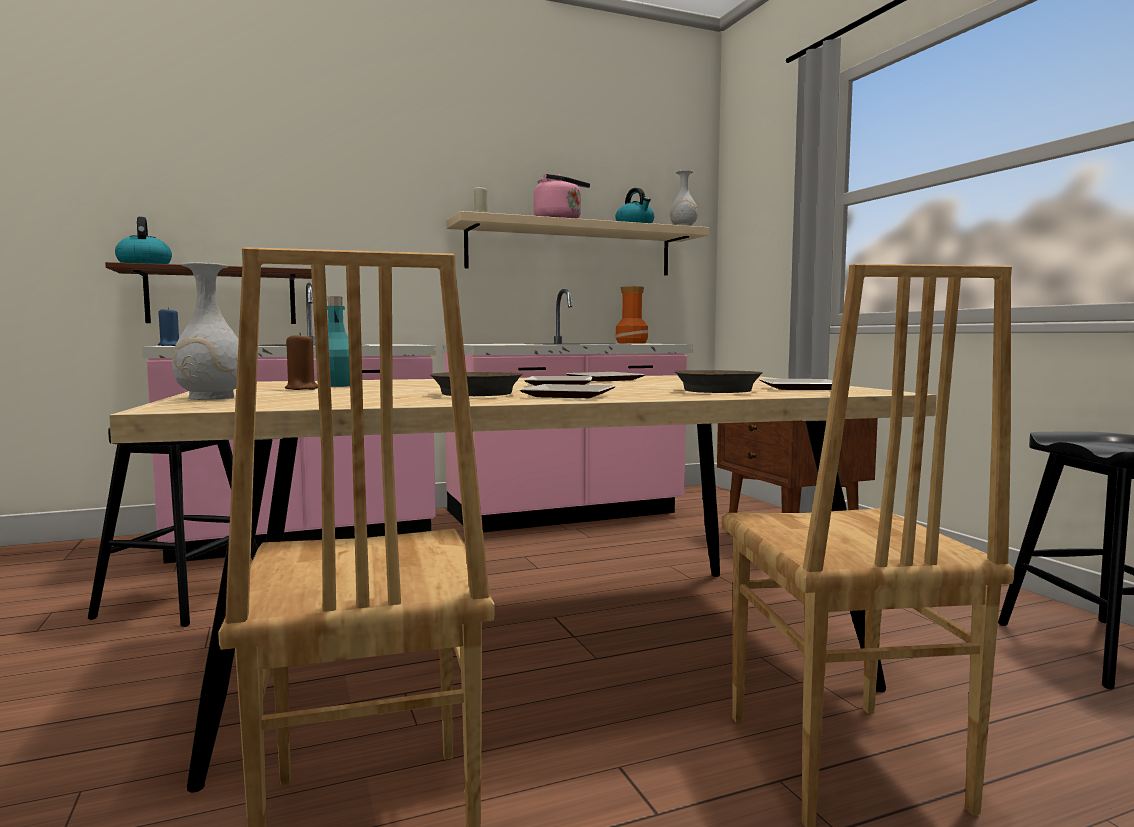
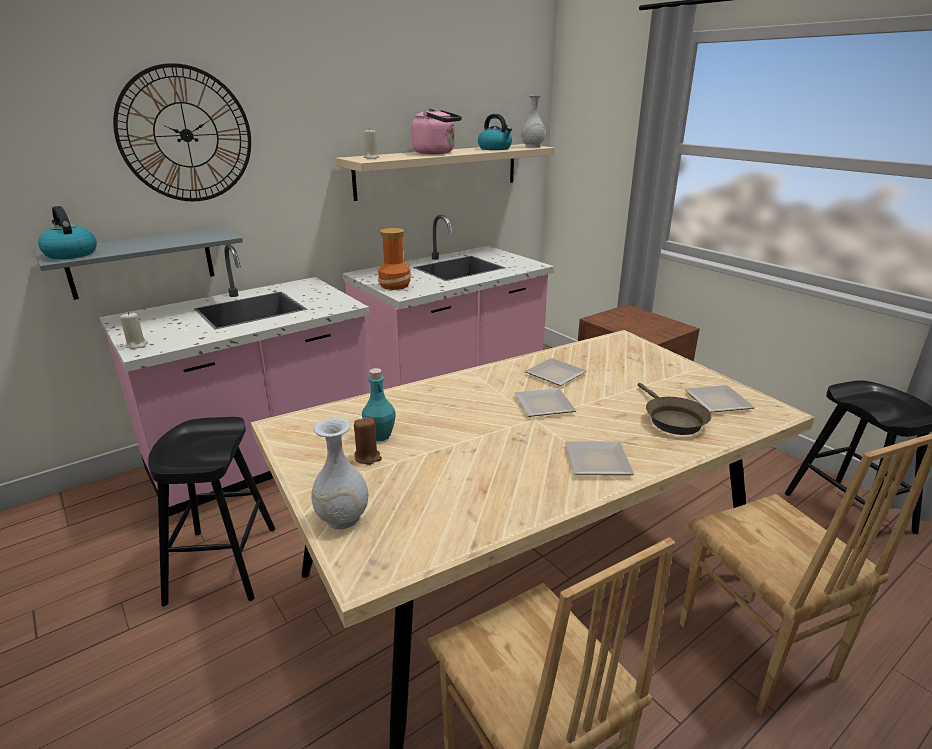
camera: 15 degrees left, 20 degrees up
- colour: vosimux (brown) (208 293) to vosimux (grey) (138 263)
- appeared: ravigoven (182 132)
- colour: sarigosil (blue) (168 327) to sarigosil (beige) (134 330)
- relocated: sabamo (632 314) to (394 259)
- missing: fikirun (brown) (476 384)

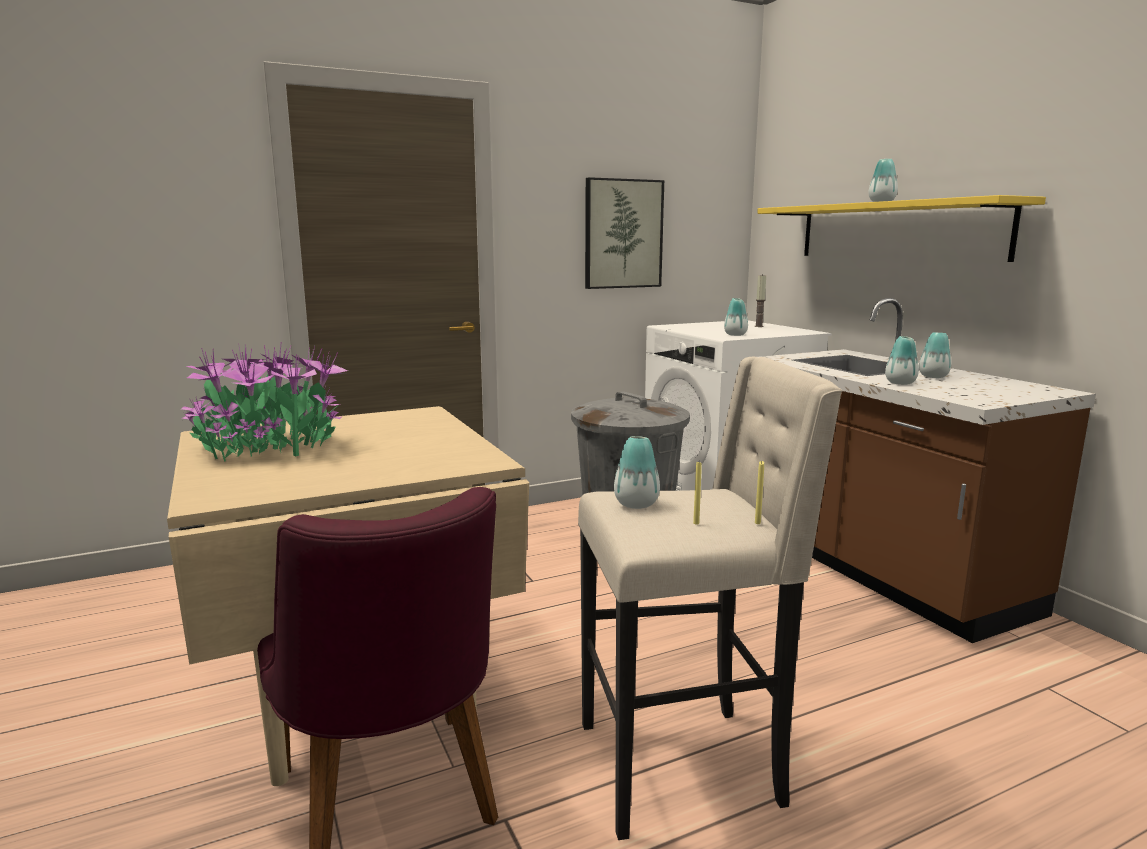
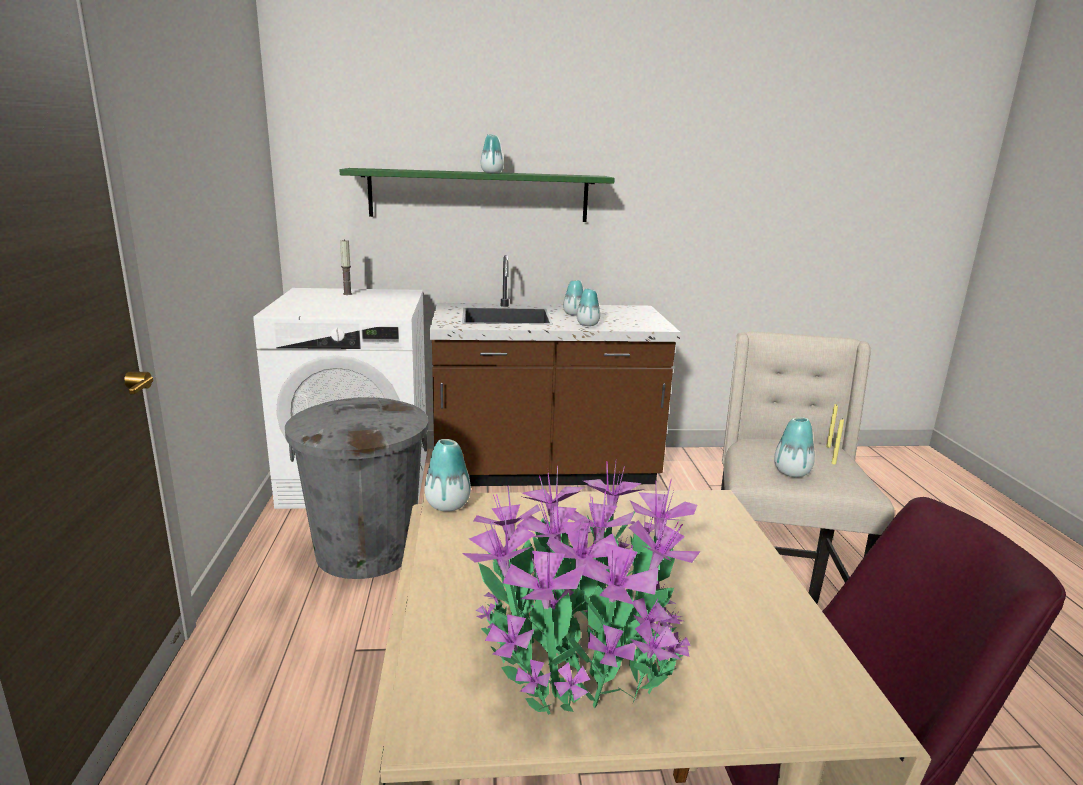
camera: 70 degrees left, 5 degrees up
- colour: vosimux (yellow) (901 228) to vosimux (green) (477 195)
- relocated: sabamo (736 317) to (448 475)
- missing: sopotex (624 233)

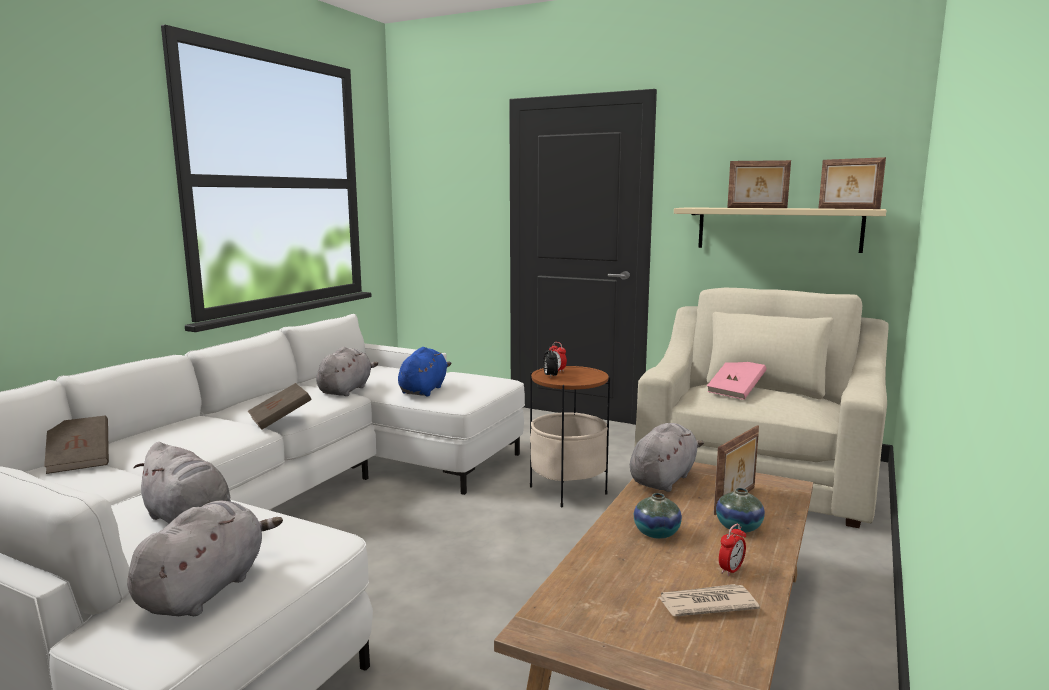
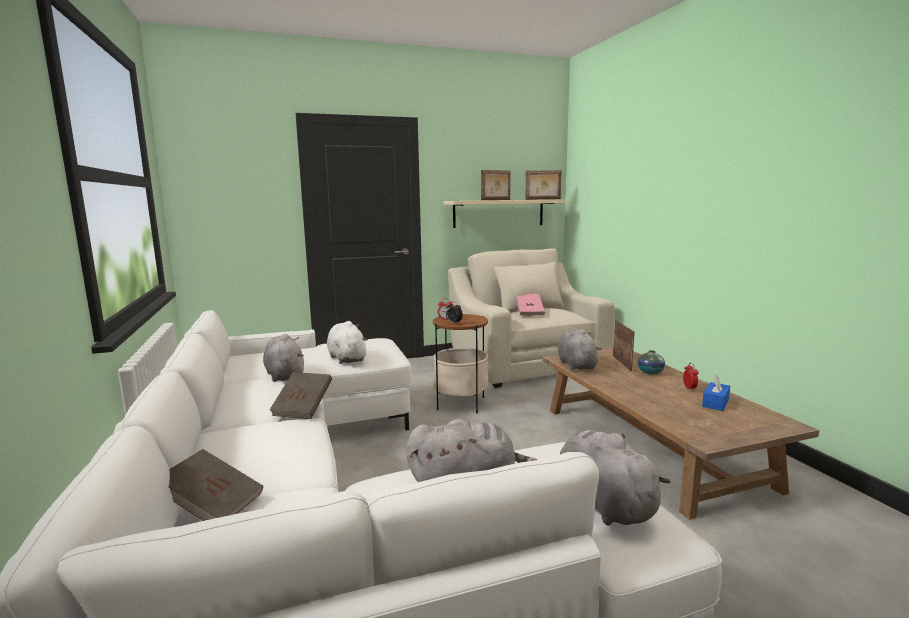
camera: 45 degrees left, 0 degrees up
- colour: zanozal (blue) (424 371) to zanozal (white) (347 342)
- exchanged: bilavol (709 600) to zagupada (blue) (716 392)
- missing: sabamo (658 516)

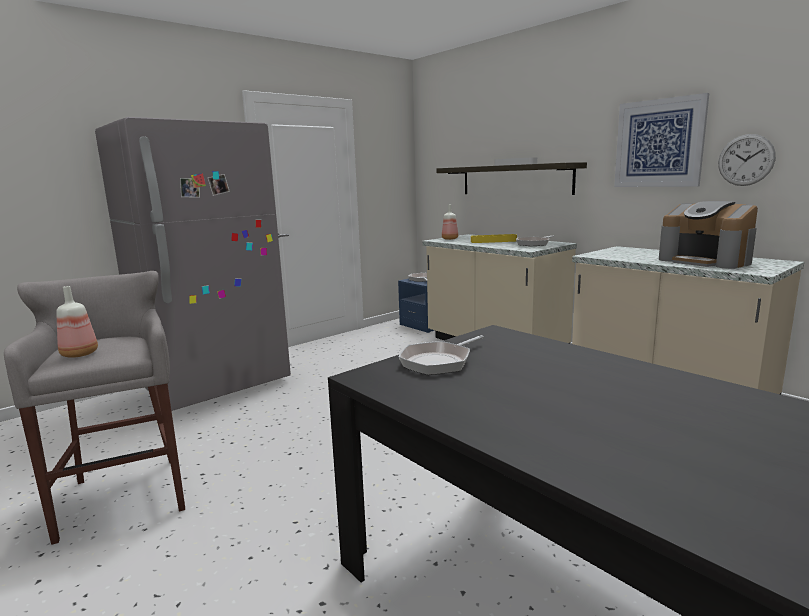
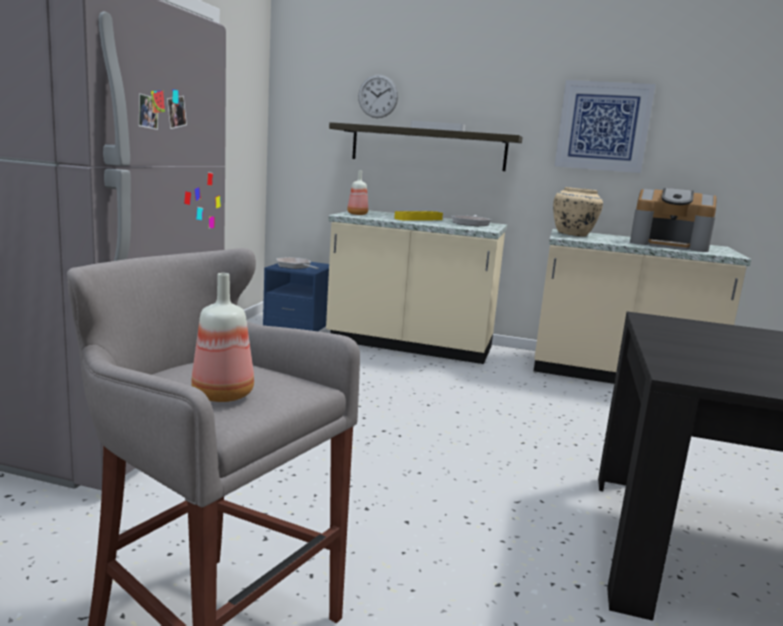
camera: 35 degrees left, 0 degrees up
- relocated: ravigoven (747 160) to (378 96)
- appeared: sabamo (beige) (578 212)
- missing: fikirun (441 355)

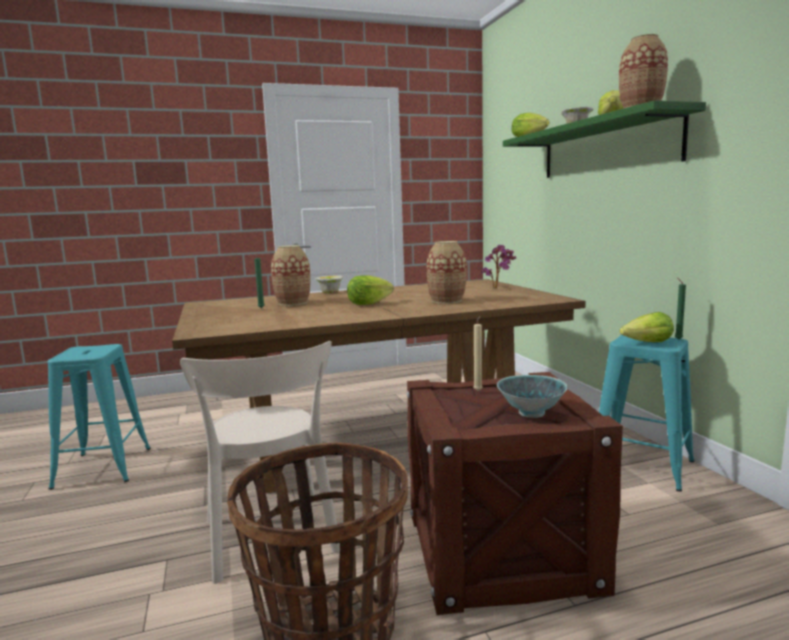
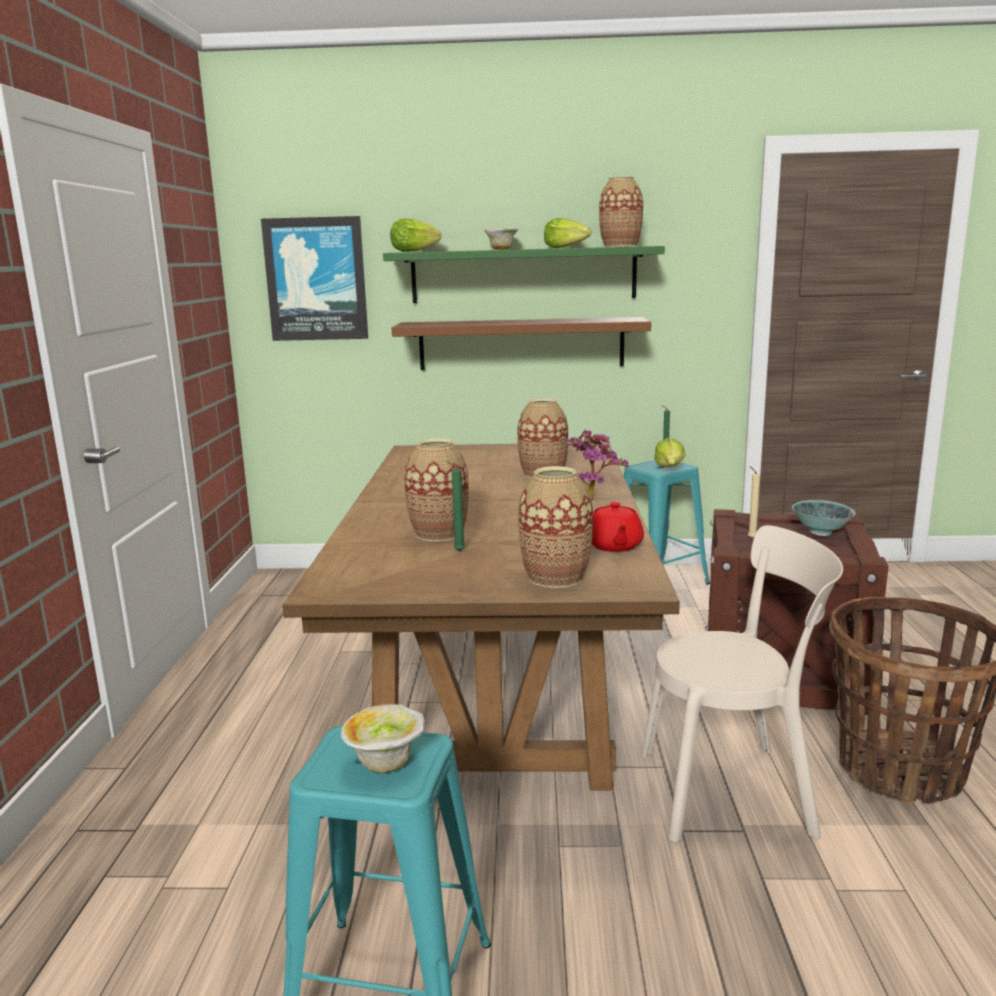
camera: 70 degrees left, 5 degrees up
- appeared: sopotex (314 278)
- relocated: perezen (329 285) to (383 738)
- appeared: vosimux (brown) (521 343)
- appeared: sabamo (555 527)
- relocated: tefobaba (498 266) to (597 465)
- appeared: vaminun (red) (618 527)
- missing: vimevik (370 290)

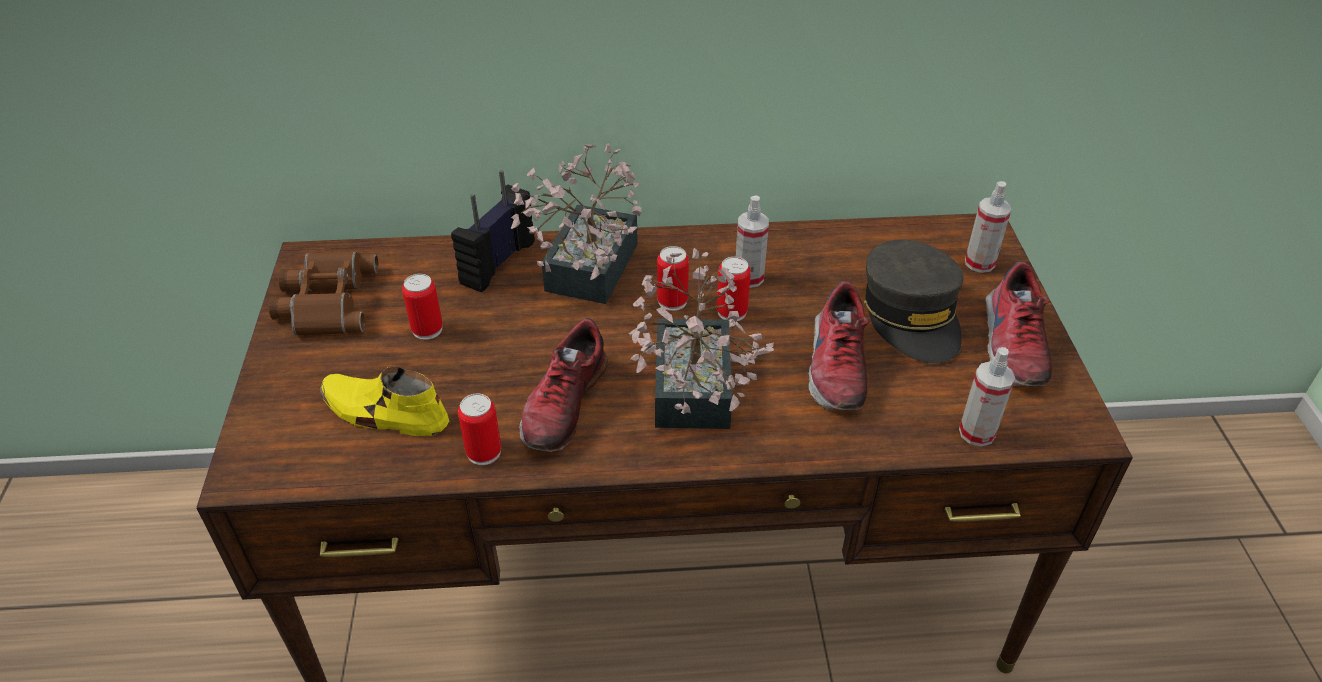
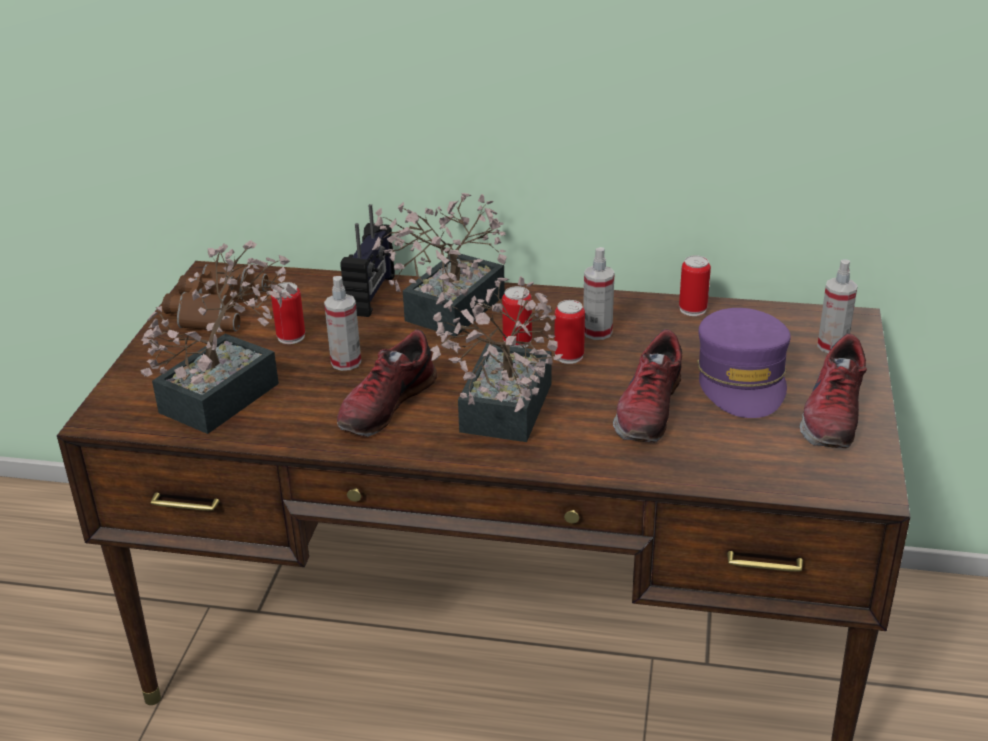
camera: 15 degrees right, 10 degrees down
- exchanged: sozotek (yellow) (384 401) to tefobaba (218 337)
- relocated: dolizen (987 397) to (342 323)
- spun: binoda (493 231) = (367 260) 150 degrees clockwise
- relocated: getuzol (479 429) to (695 285)
- colour: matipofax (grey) (913 301) to matipofax (purple) (744 363)

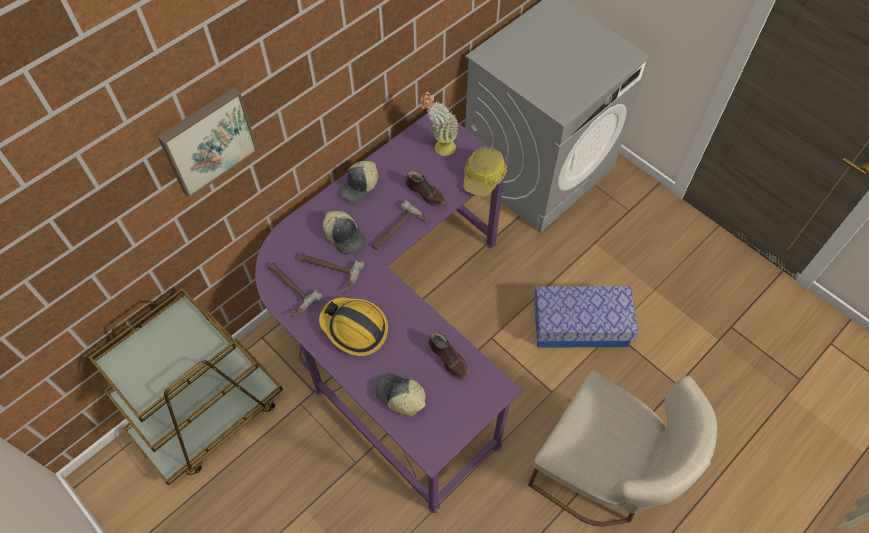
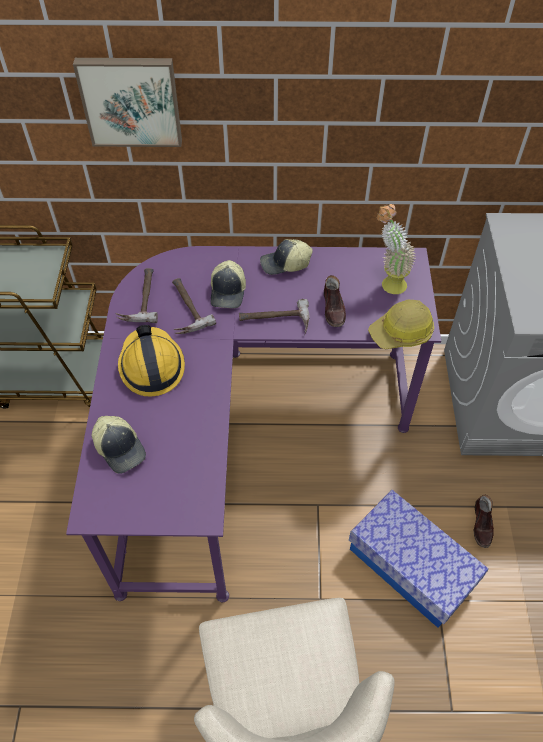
camera: 45 degrees right, 5 degrees down
- spun: matipofax (400 395) = (119 445) 150 degrees clockwise
- relocated: sozotek (brown) (448 355) to (484 521)

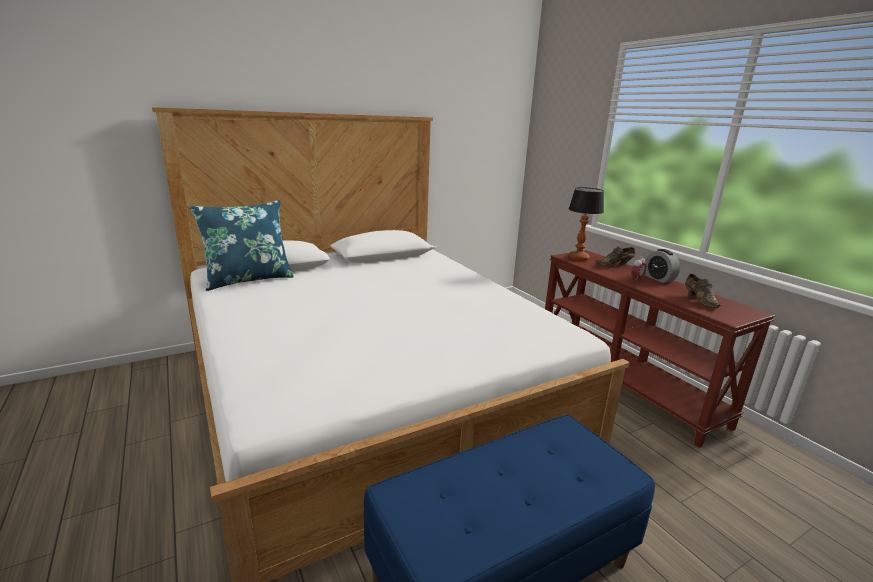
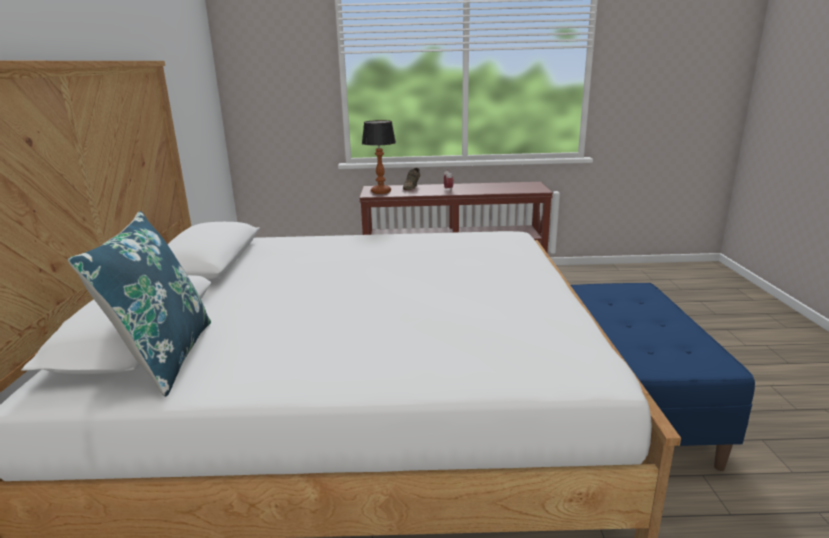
camera: 60 degrees left, 0 degrees up
- missing: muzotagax (662 266)
- missing: sozotek (brown) (703 291)

